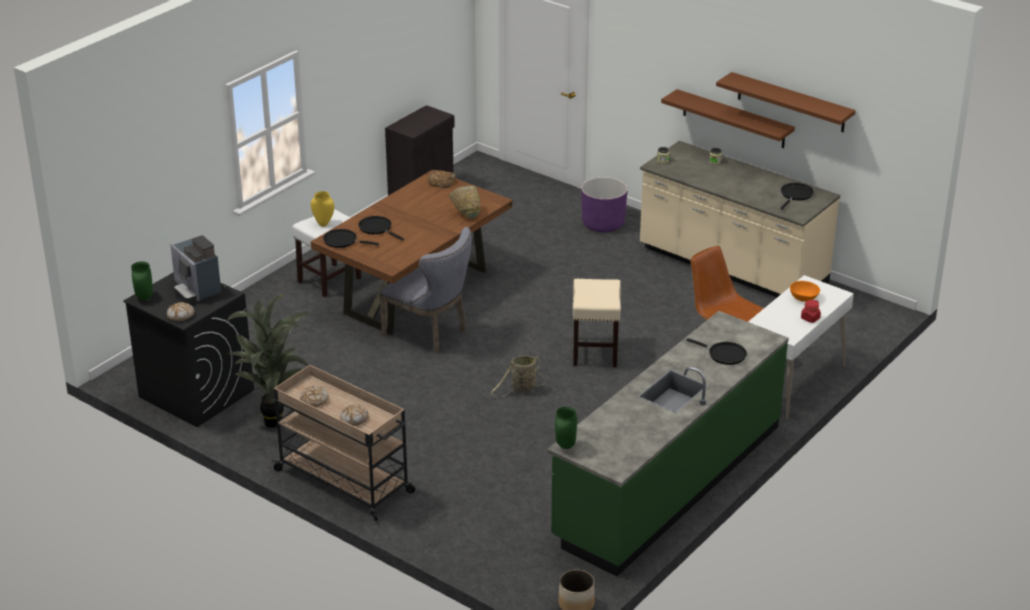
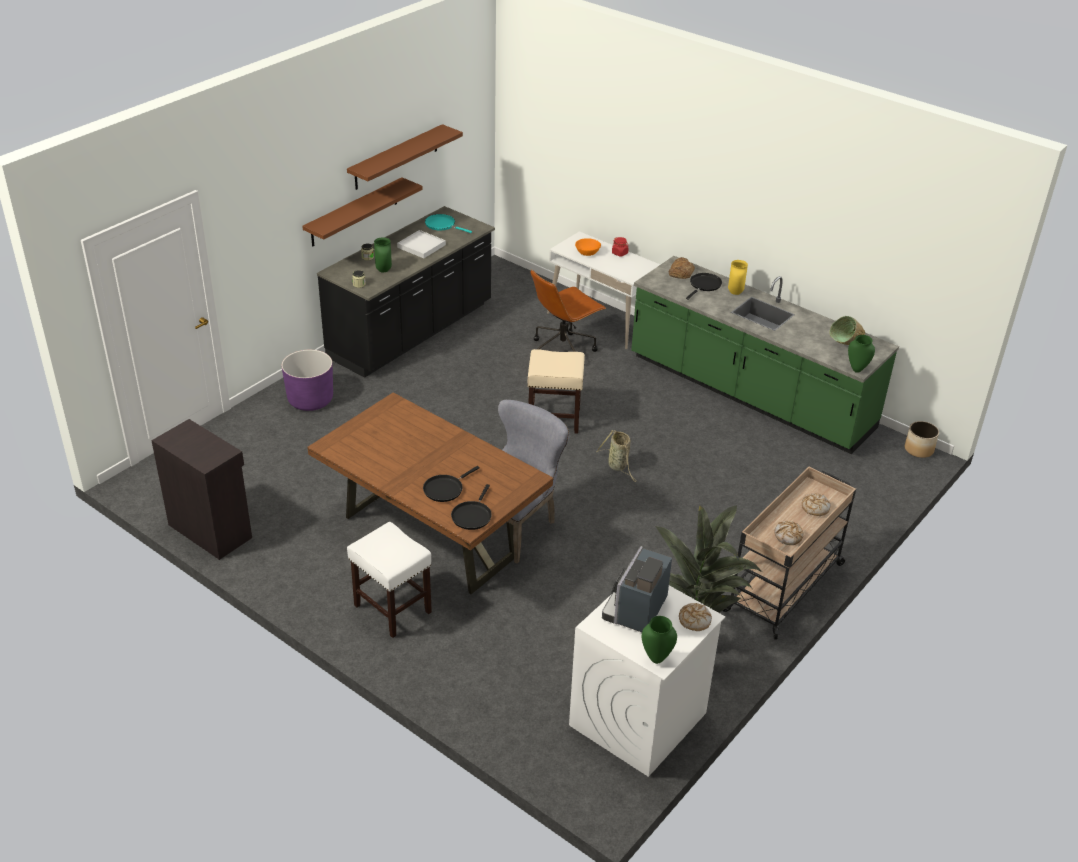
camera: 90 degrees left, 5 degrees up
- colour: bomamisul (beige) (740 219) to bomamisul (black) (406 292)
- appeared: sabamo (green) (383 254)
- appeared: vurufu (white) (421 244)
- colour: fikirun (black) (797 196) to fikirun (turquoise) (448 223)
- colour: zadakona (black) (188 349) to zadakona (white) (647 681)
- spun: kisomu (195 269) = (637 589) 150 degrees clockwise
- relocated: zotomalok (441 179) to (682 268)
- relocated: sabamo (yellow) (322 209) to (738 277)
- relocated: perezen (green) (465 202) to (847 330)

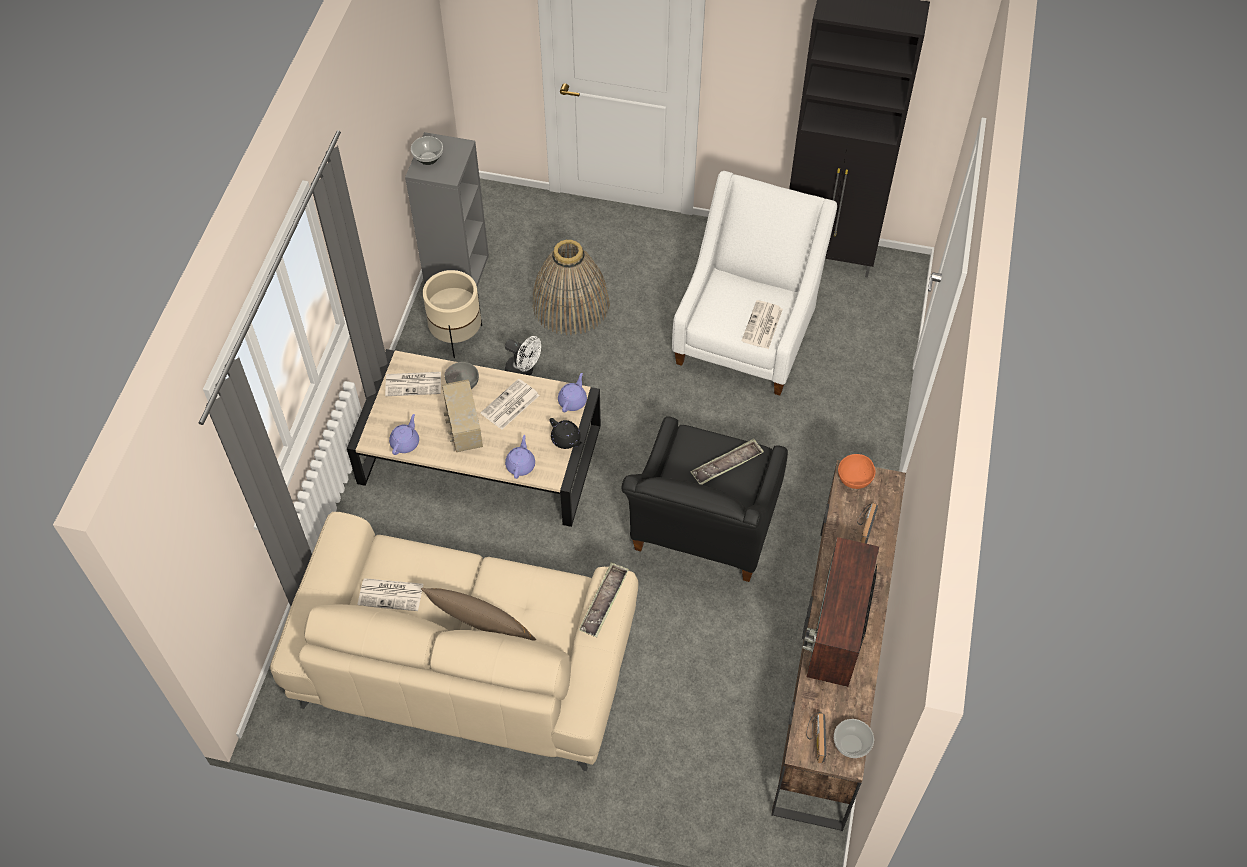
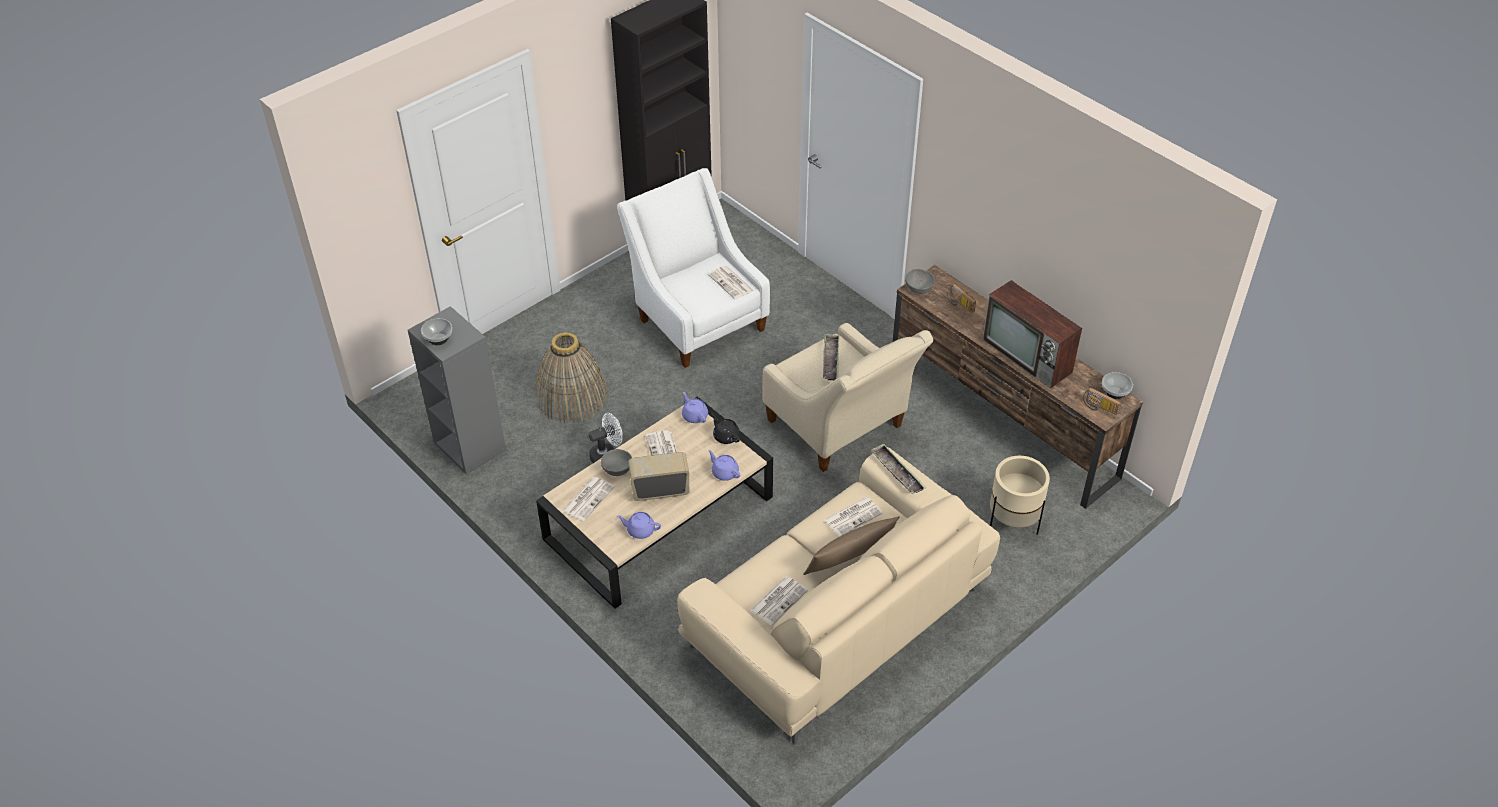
camera: 55 degrees left, 10 degrees down
- spun: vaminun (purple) (404 434) = (639 525) 45 degrees counterclockwise
- spun: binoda (462 415) = (658 476) 150 degrees clockwise
- spun: vaminun (black) (566 433) = (726 428) 120 degrees counterclockwise
- colour: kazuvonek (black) (704 499) to kazuvonek (beige) (847 397)
- appeared: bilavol (853 517)
- colour: perezen (orange) (856 471) to perezen (grey) (920 281)
- relocated: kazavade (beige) (452 314) to (1020 495)

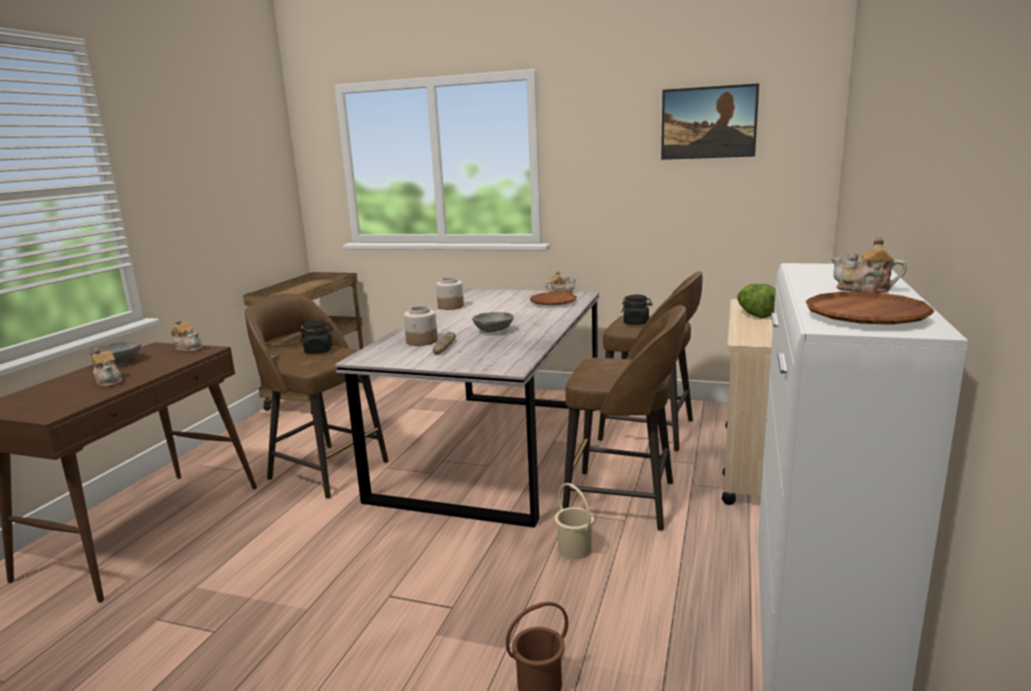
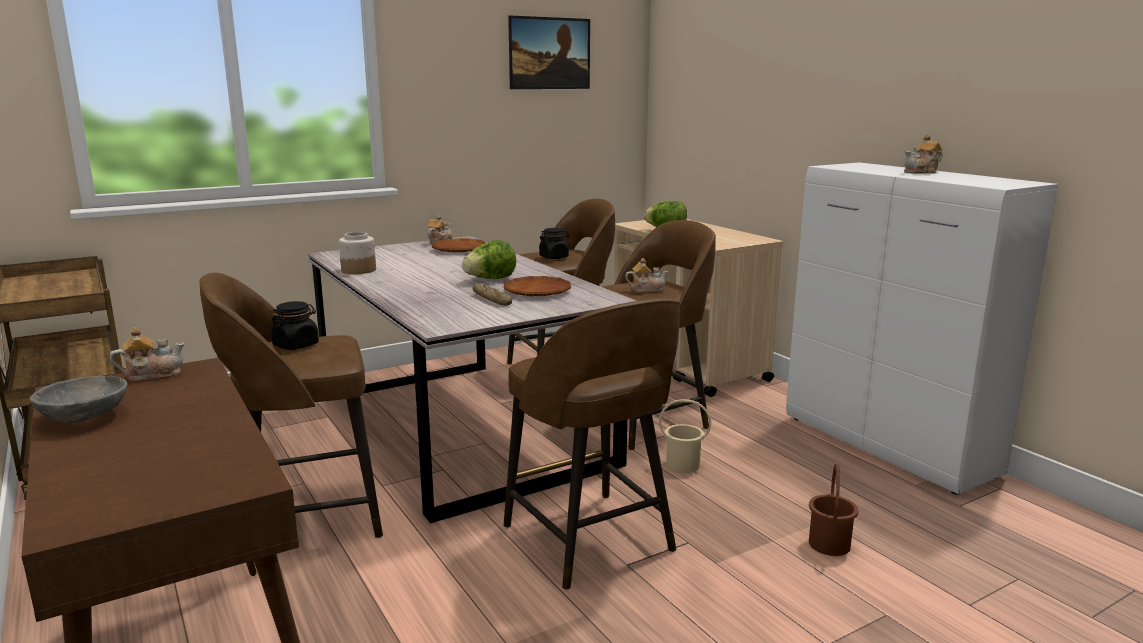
camera: 50 degrees left, 0 degrees up
- exchanged: perezen (grey) (493 322) to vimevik (489 259)
- relocated: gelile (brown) (870 308) to (537 286)
- appeared: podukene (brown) (592 444)
- relocated: vaminun (106 367) to (647 275)
- missing: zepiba (421 326)

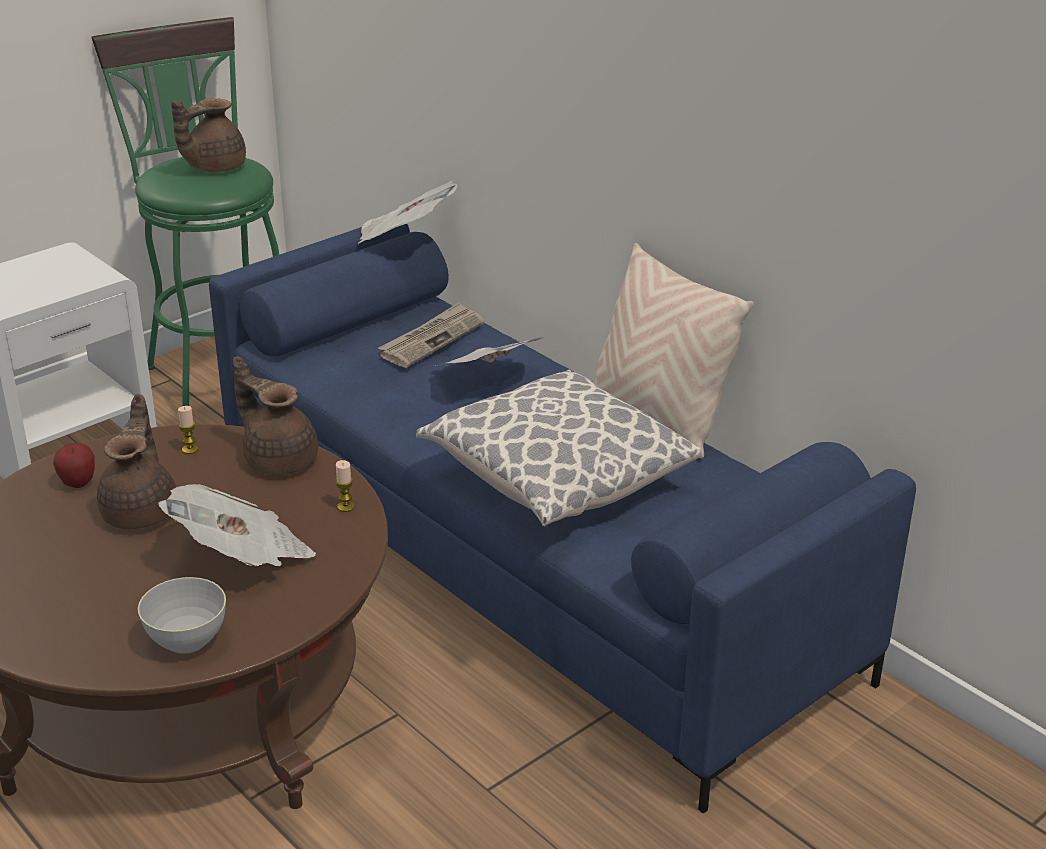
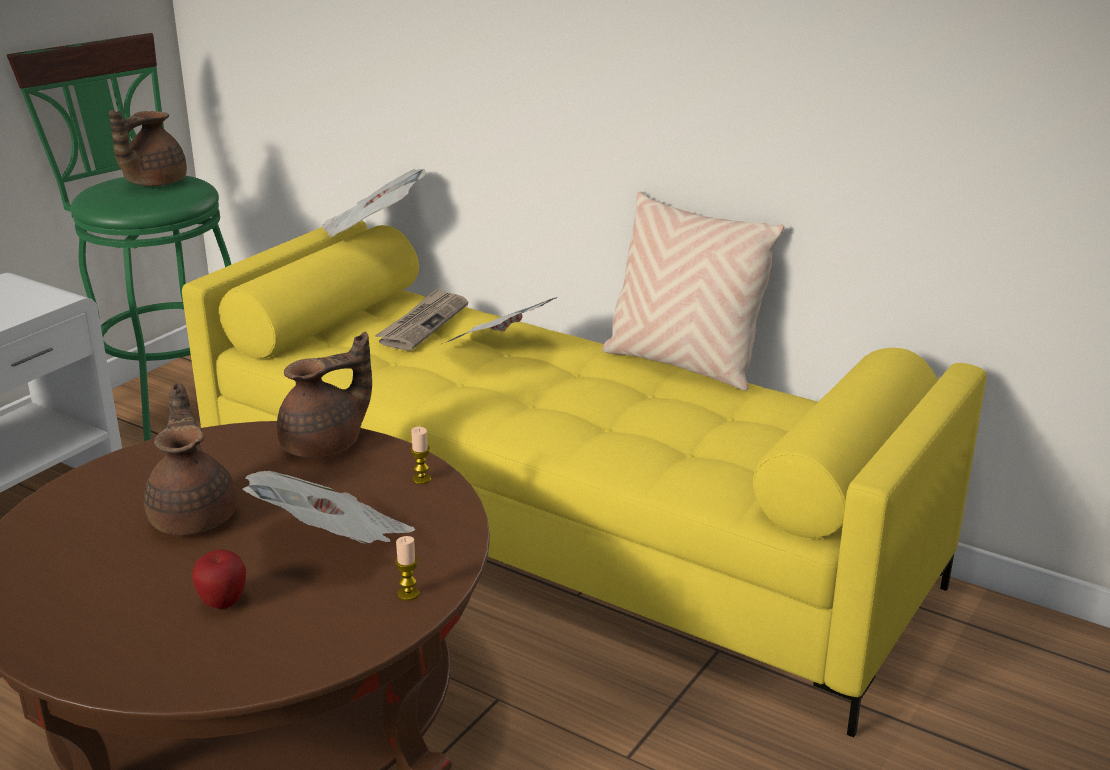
camera: 15 degrees left, 5 degrees down
- colour: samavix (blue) (562 519) to samavix (yellow) (584 479)
- relocated: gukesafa (74 465) to (219 579)
- spun: vaminun (brown) (275 415) = (324 395) 120 degrees clockwise
- relocated: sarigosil (188 430) to (407 568)
- missing: perezen (grey) (182 615)
- missing: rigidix (558 448)

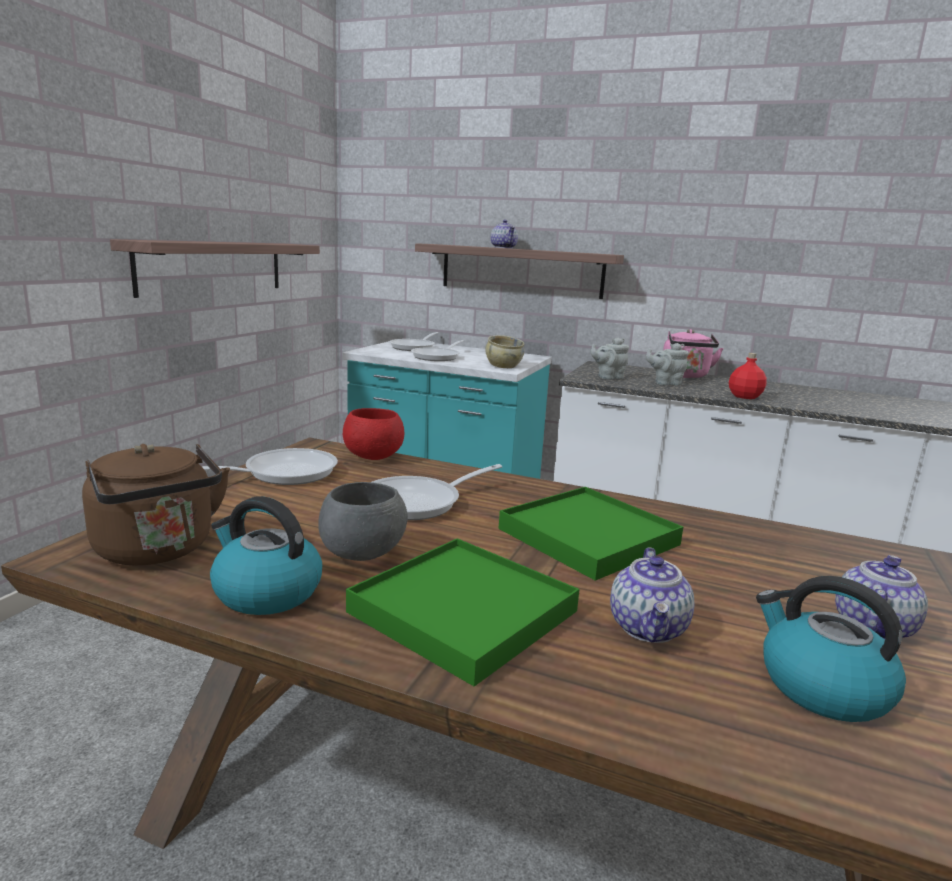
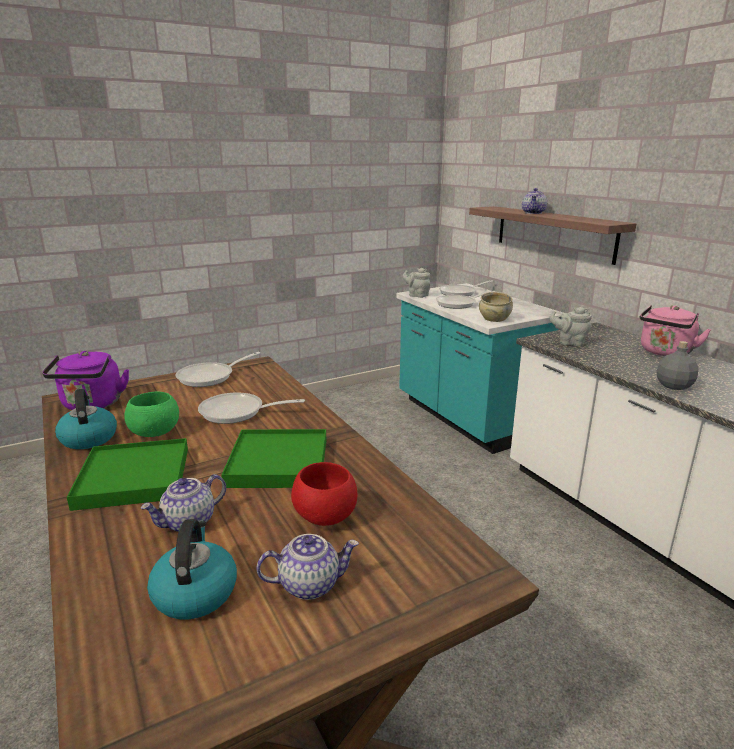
camera: 40 degrees right, 5 degrees up
- colour: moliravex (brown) (156 504) to moliravex (purple) (85 380)
- colour: perezen (grey) (363 521) to perezen (green) (151 414)
- spun: fikirun (270 466) = (218 369) 135 degrees clockwise
- relocated: perezen (red) (373 434) to (324 494)
- relocated: vaminun (grey) (667 364) to (416 283)
- colour: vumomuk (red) (748 376) to vumomuk (grey) (677 365)
- missing: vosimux (215 268)

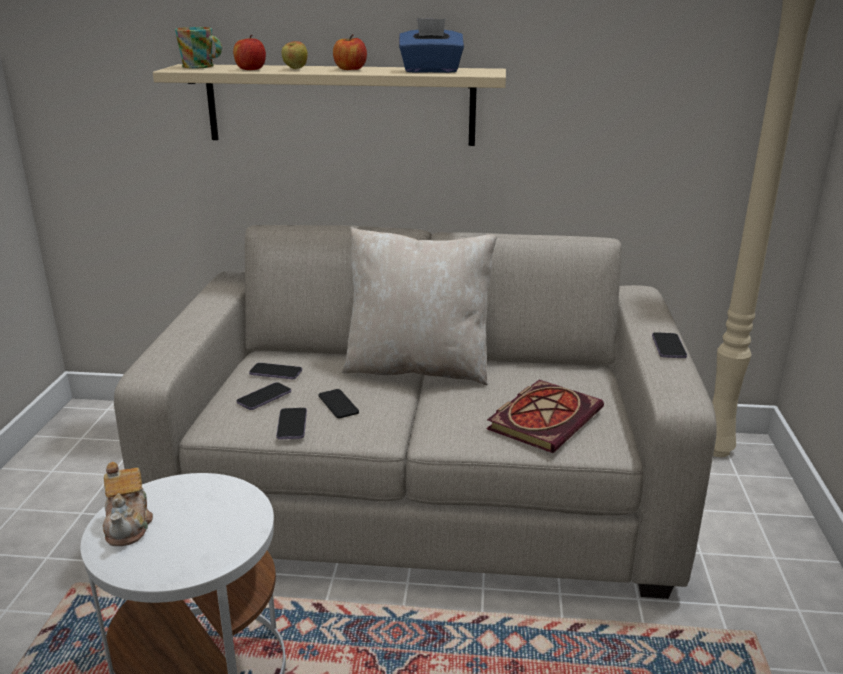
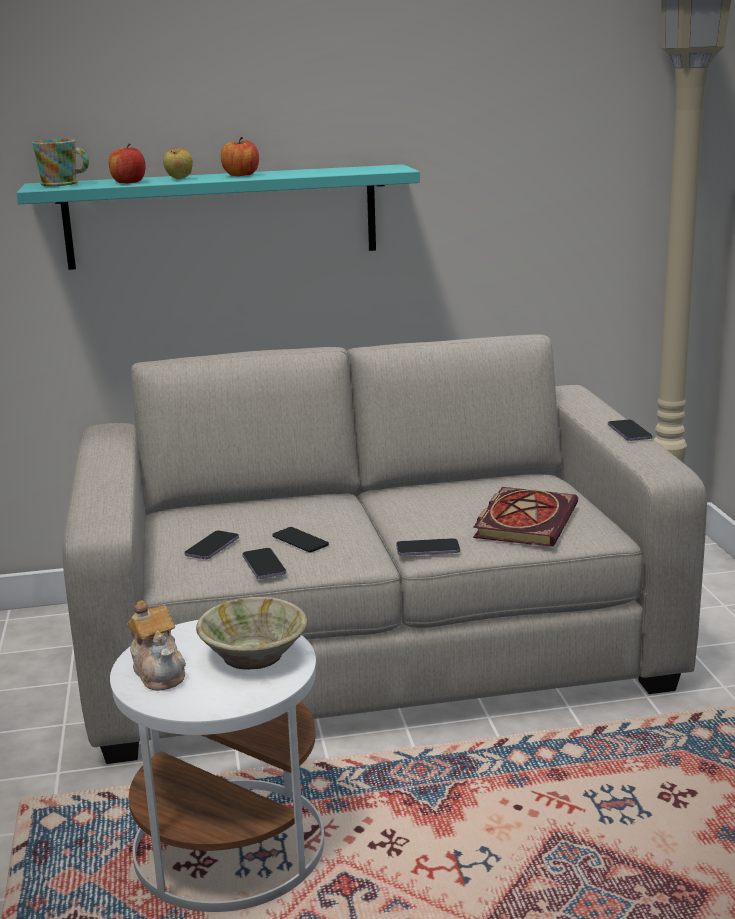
camera: 15 degrees left, 5 degrees down
- colour: vosimux (beige) (329 105) to vosimux (turquoise) (218 217)
- appeared: perezen (beige) (251 633)
- relocated: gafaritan (275 371) to (428 547)
- missing: rigidix (beige) (419 306)
- missing: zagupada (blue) (431 45)

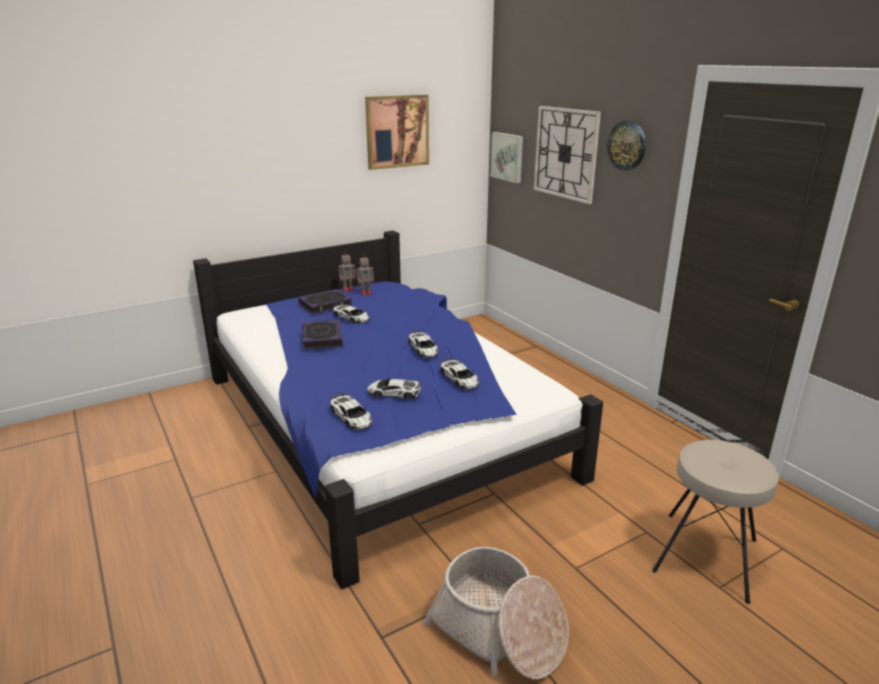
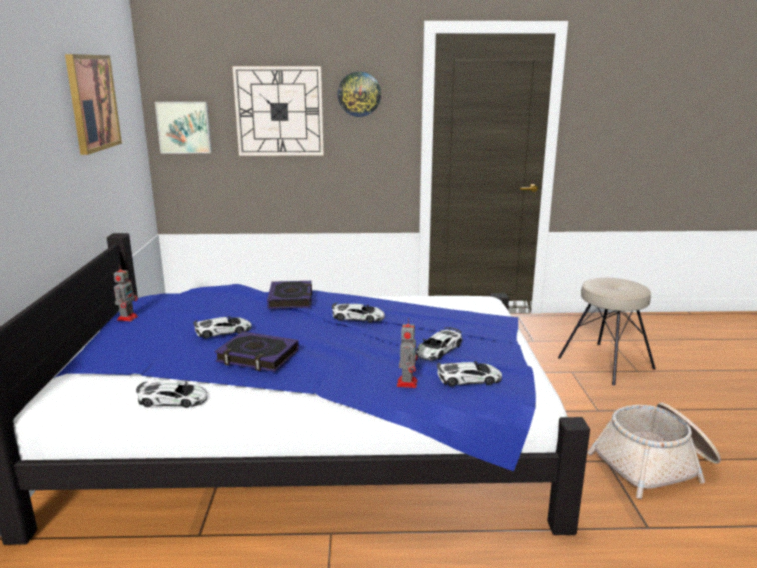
camera: 60 degrees left, 5 degrees down
- relocated: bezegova (459 374) to (171 394)
- relocated: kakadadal (325 301) to (289 295)
- relocated: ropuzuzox (365 275) to (407 353)

